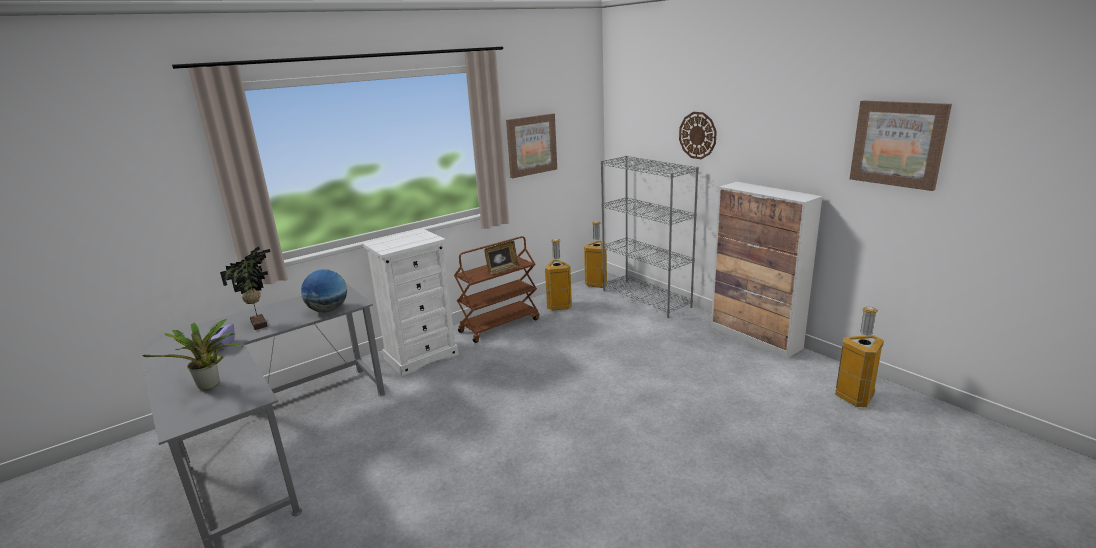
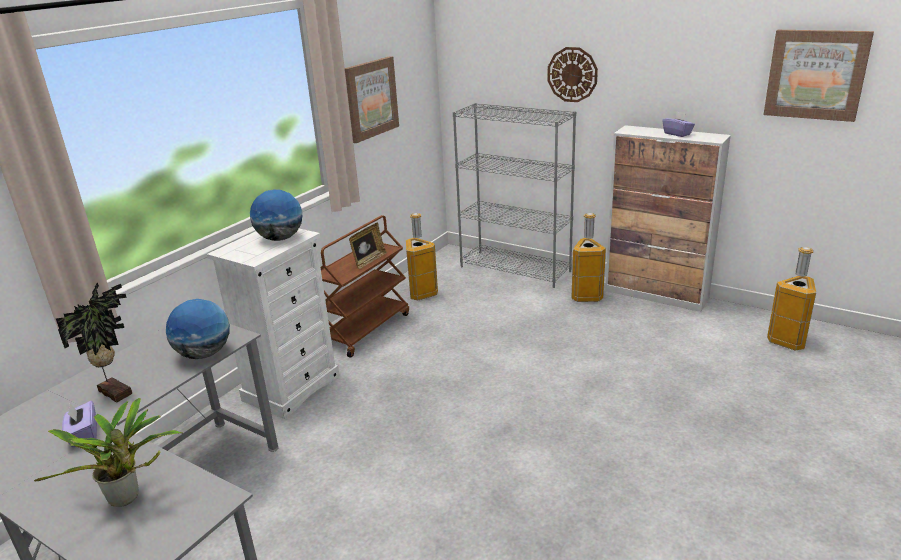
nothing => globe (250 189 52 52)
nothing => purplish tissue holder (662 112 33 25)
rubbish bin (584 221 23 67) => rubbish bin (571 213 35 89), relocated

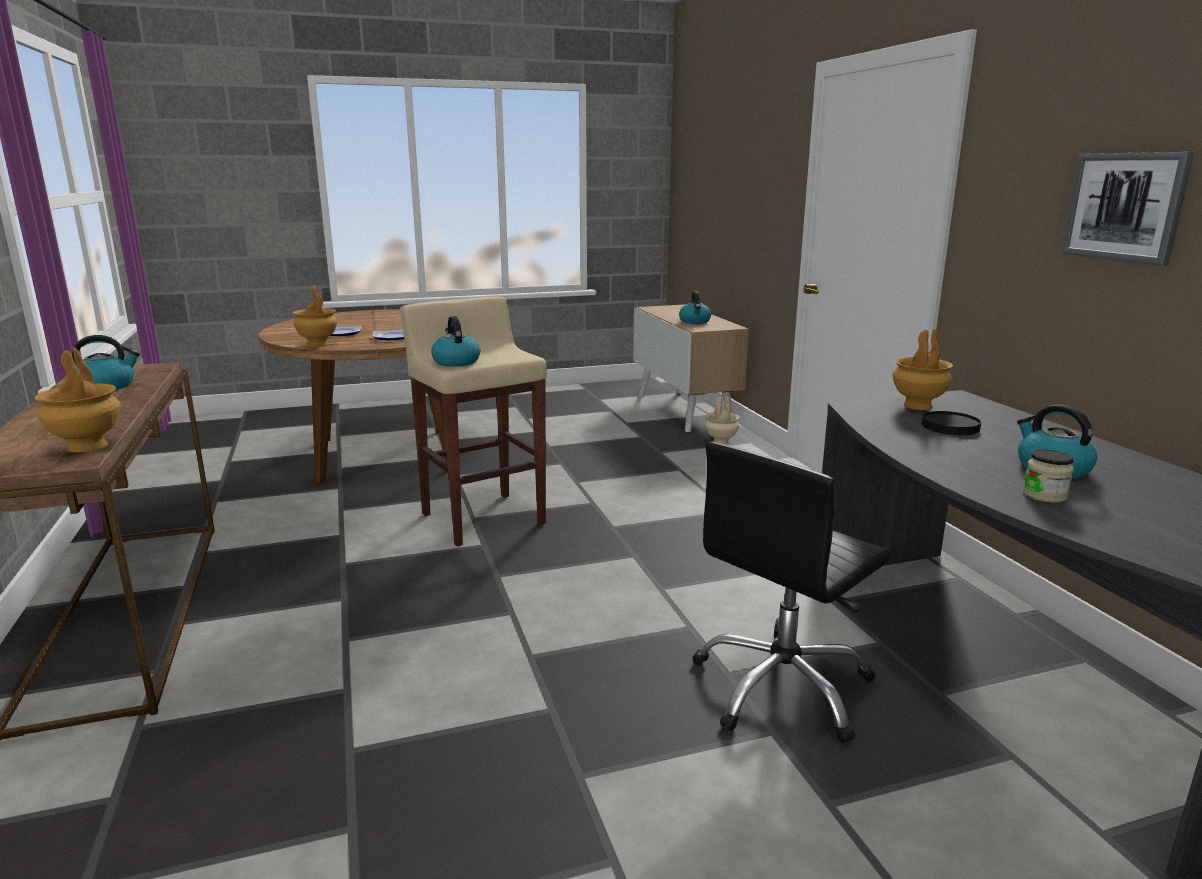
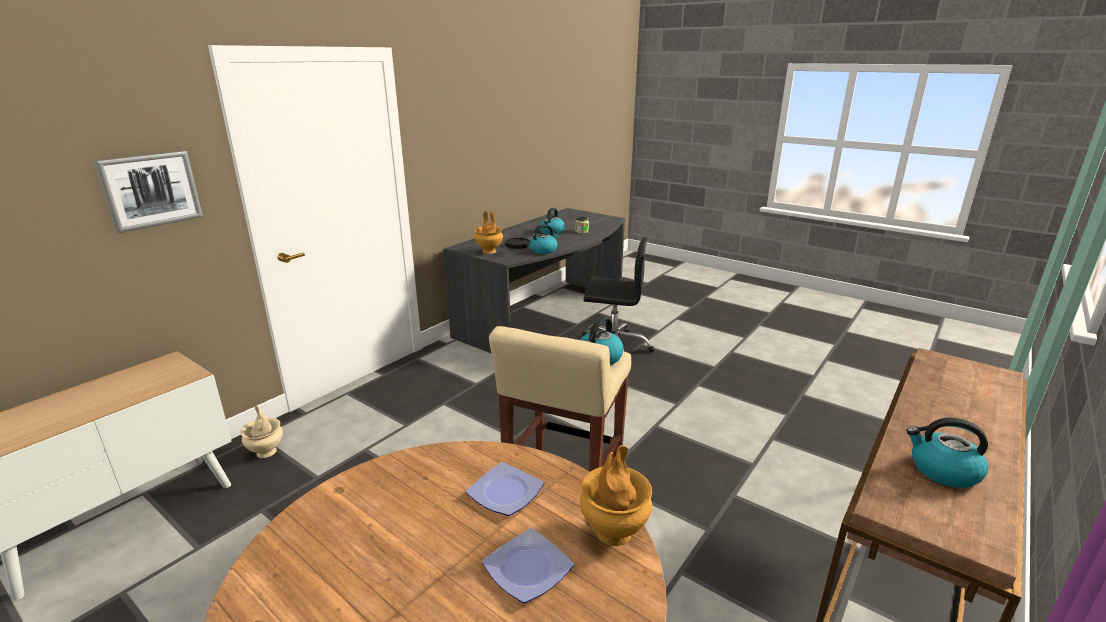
brown-coloured decorative vase (35 347 86 105) => nothing
tea kettle (679 291 32 33) => tea kettle (529 224 30 30), relocated
wall picture (1061 152 133 114) => wall picture (94 151 109 82), relocated

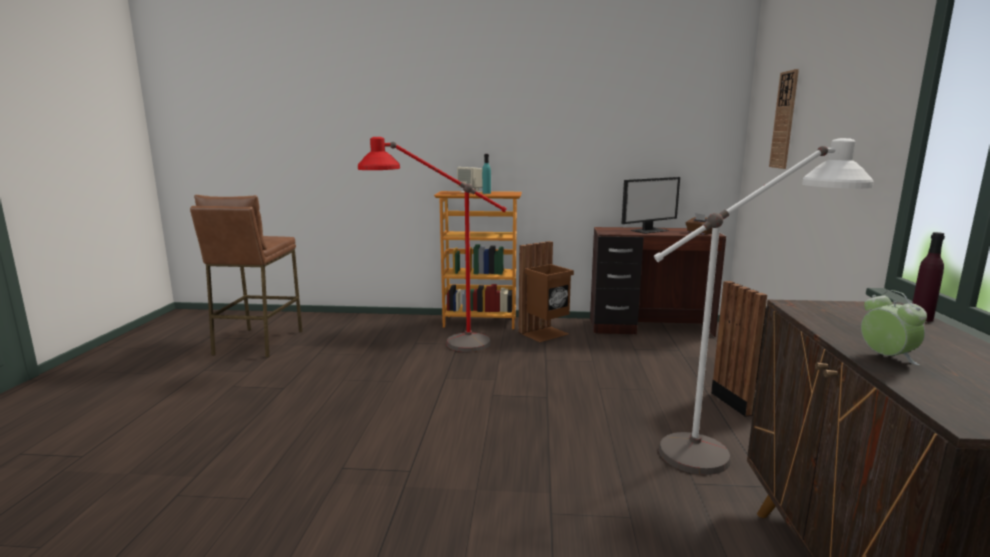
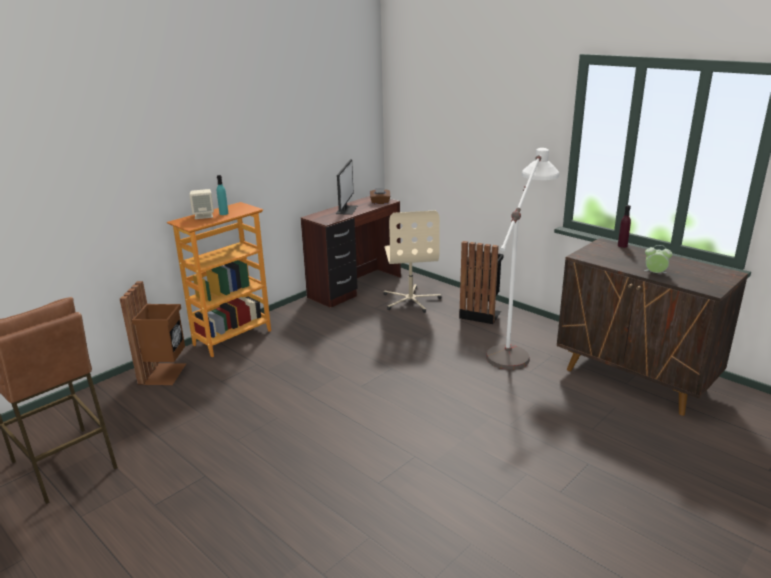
red-coloured standing lamp (358 137 149 215) => nothing
wall clock (769 69 30 100) => nothing
nothing => beige office chair (384 211 57 102)
brown-coloured rubbish bin (518 241 56 101) => brown-coloured rubbish bin (120 281 66 104), relocated

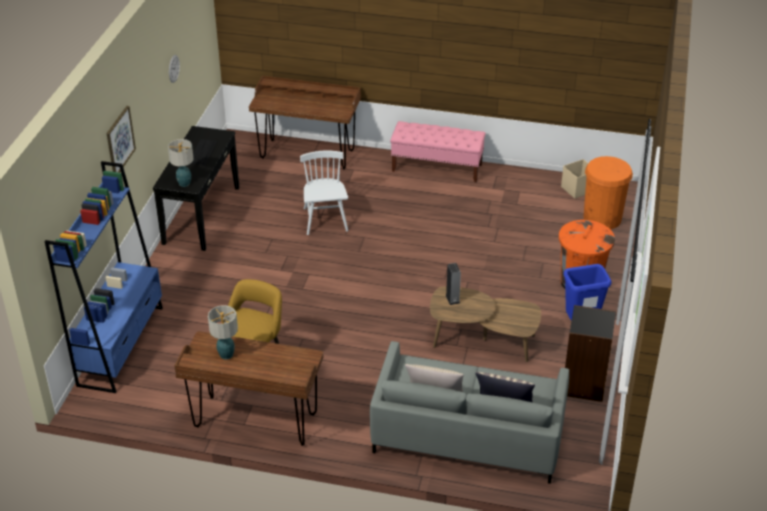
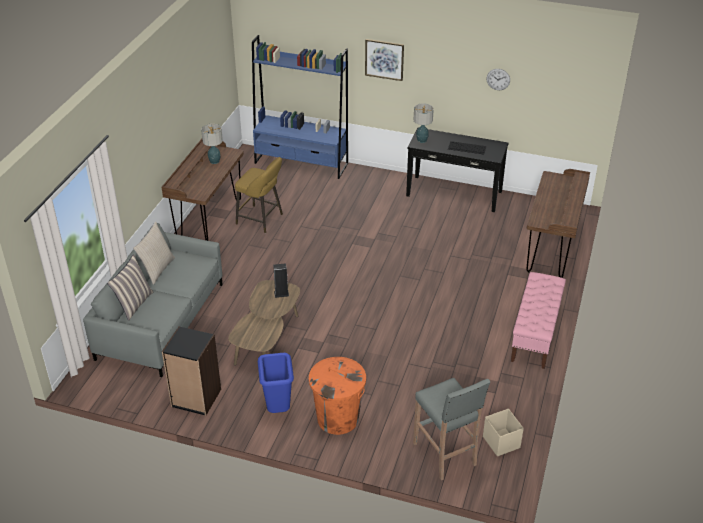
whitish plain chair (300 151 48 84) => nothing
orange rubbish bin (583 156 50 74) => greyish sitting stool (413 378 77 102)

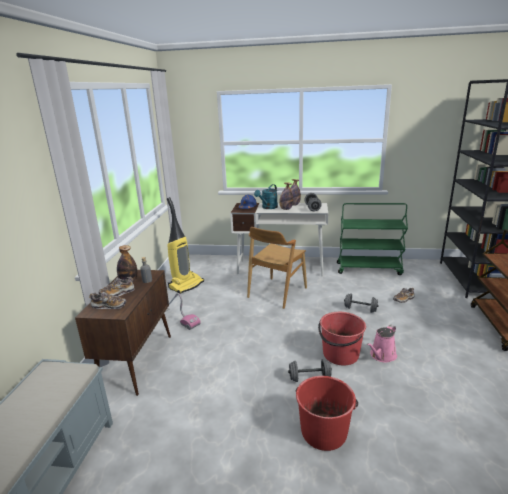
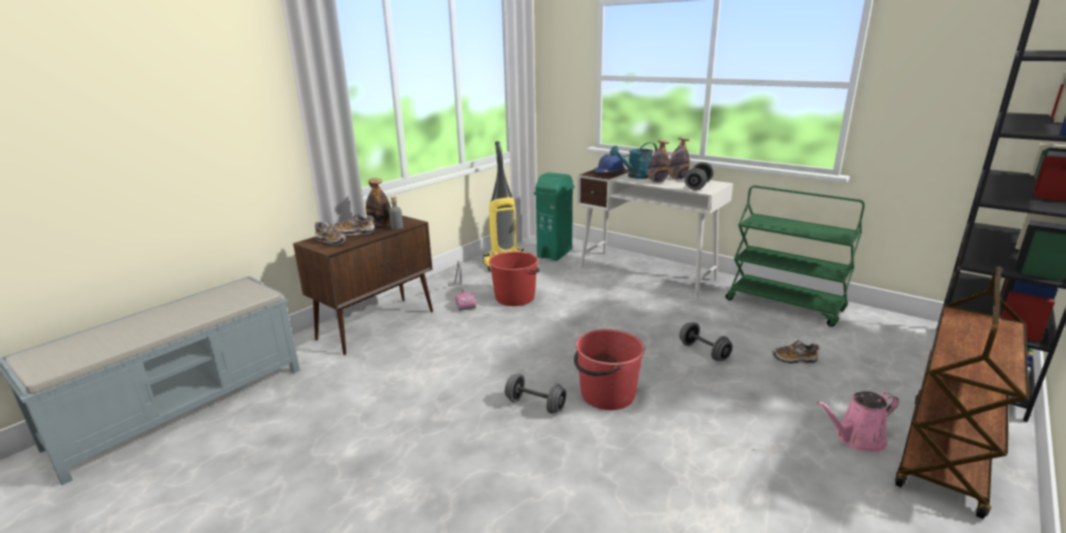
brown-coloured plain chair (247 227 60 82) => nothing
nothing => greenish rubbish bin (534 172 40 89)
red-coloured water bucket (295 376 63 75) => red-coloured water bucket (489 251 51 55), relocated
pinkish watering pot (367 325 30 38) => pinkish watering pot (817 391 82 61), relocated

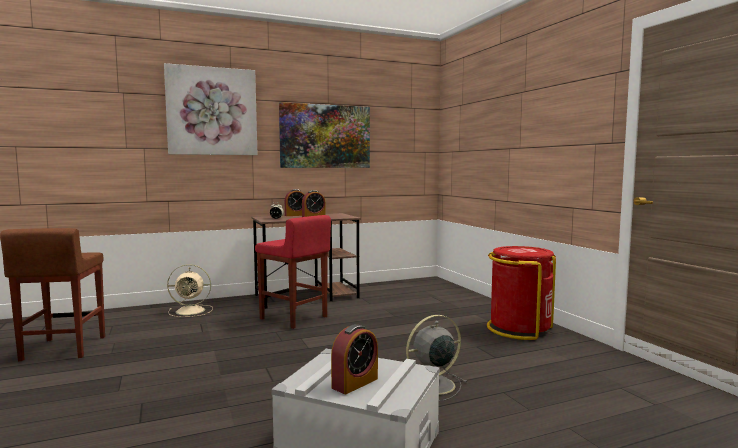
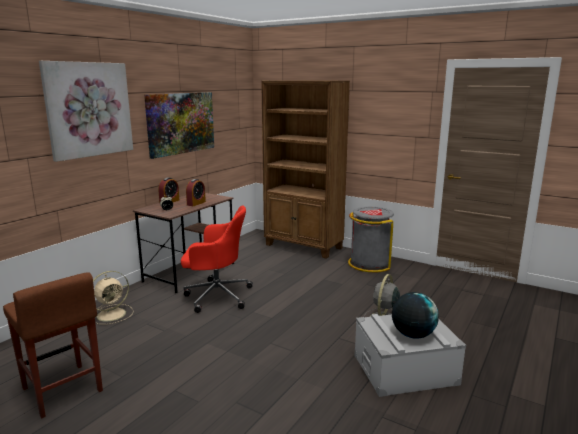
nothing => brown-coloured bookshelf (261 80 89 179)
red-coloured sitting stool (255 215 76 114) => red-coloured office chair (181 205 72 108)
alarm clock (331 324 47 70) => globe (392 292 47 47)
red-coloured rubbish bin (487 246 69 94) => greyish rubbish bin (348 207 46 66)

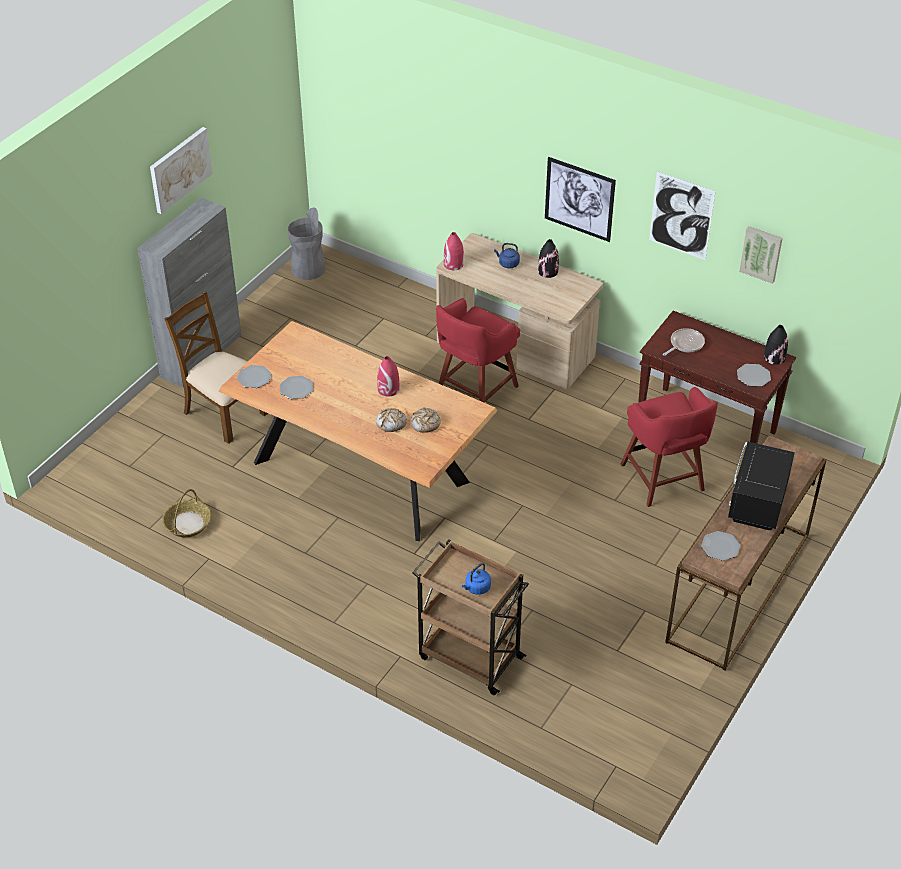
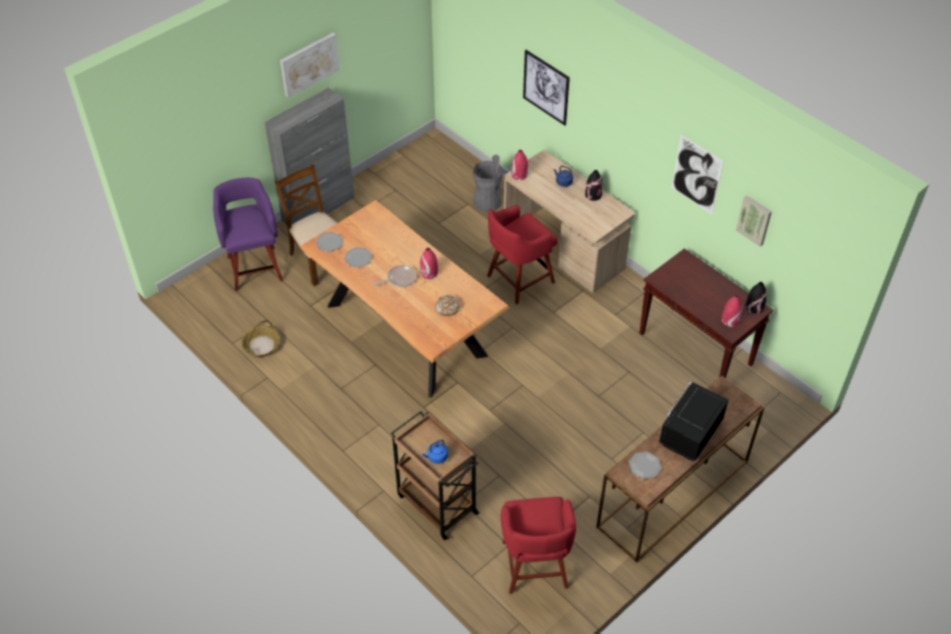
bread (376 408 31 24) => nothing
nothing => purplish sitting stool (213 178 70 113)
greyish rubbish bin (288 208 37 72) => greyish rubbish bin (473 155 30 57), relocated
wall picture (545 157 71 85) => wall picture (523 50 47 76), relocated
red-coloured sitting stool (620 387 98 120) => red-coloured sitting stool (501 497 75 97), relocated
skillet (663 328 42 28) => skillet (374 265 42 22), relocated
flat dish (737 364 34 22) => red-coloured decorative vase (722 295 21 32)

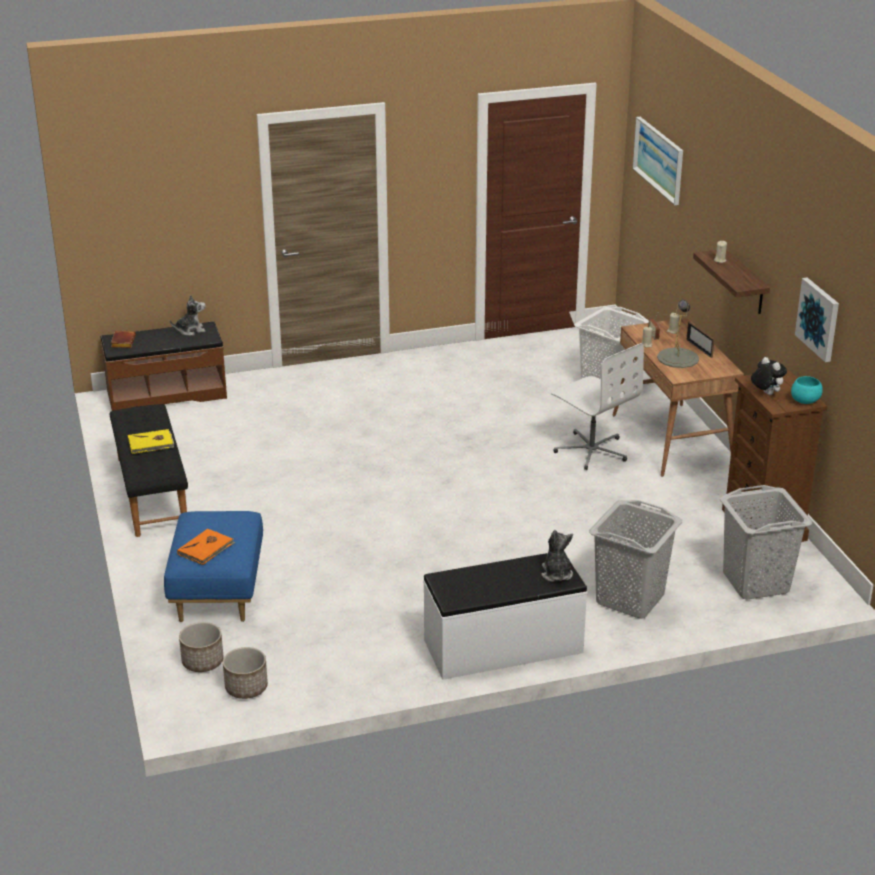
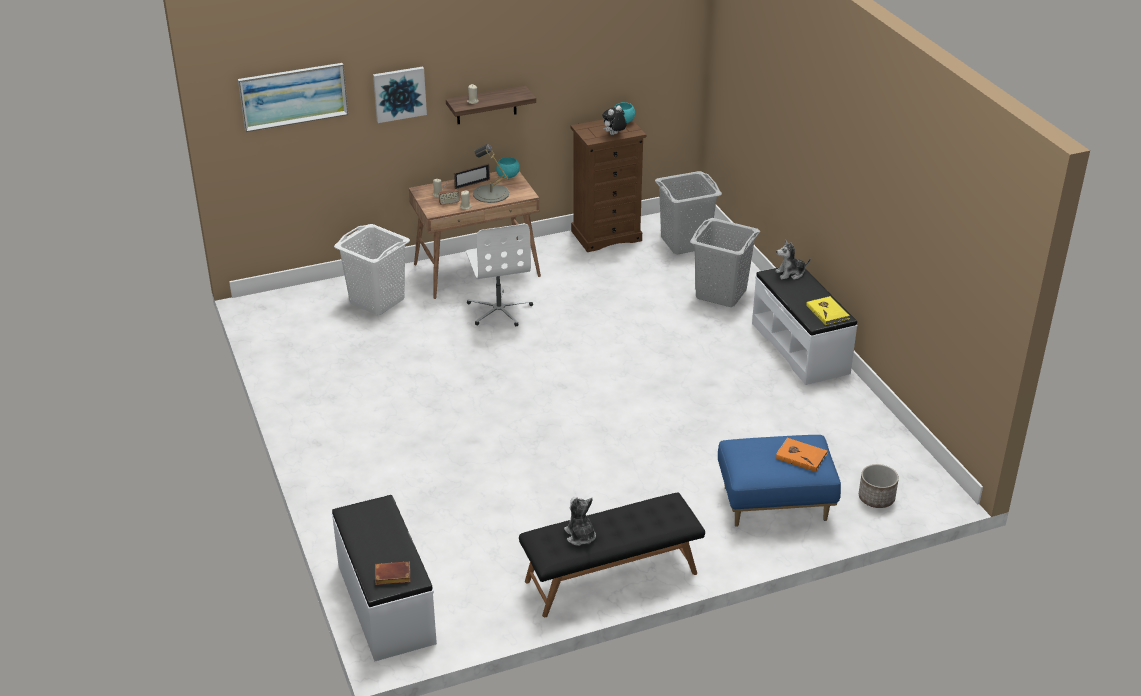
plant pot (223 647 45 52) => nothing
nothing => turquoise-coloured serving bowl (496 157 24 21)
yellowish book (128 429 46 25) => yellowish book (806 296 44 29), relocated
soft toy (170 295 36 41) => soft toy (564 497 32 49), relocated
wall picture (795 278 44 84) => wall picture (373 67 54 56), relocated
brown-coloured long seat (100 321 127 90) => whitish long seat (332 495 105 166)
whitish office chair (551 343 93 127) => whitish office chair (466 224 67 103), 120 degrees clockwise

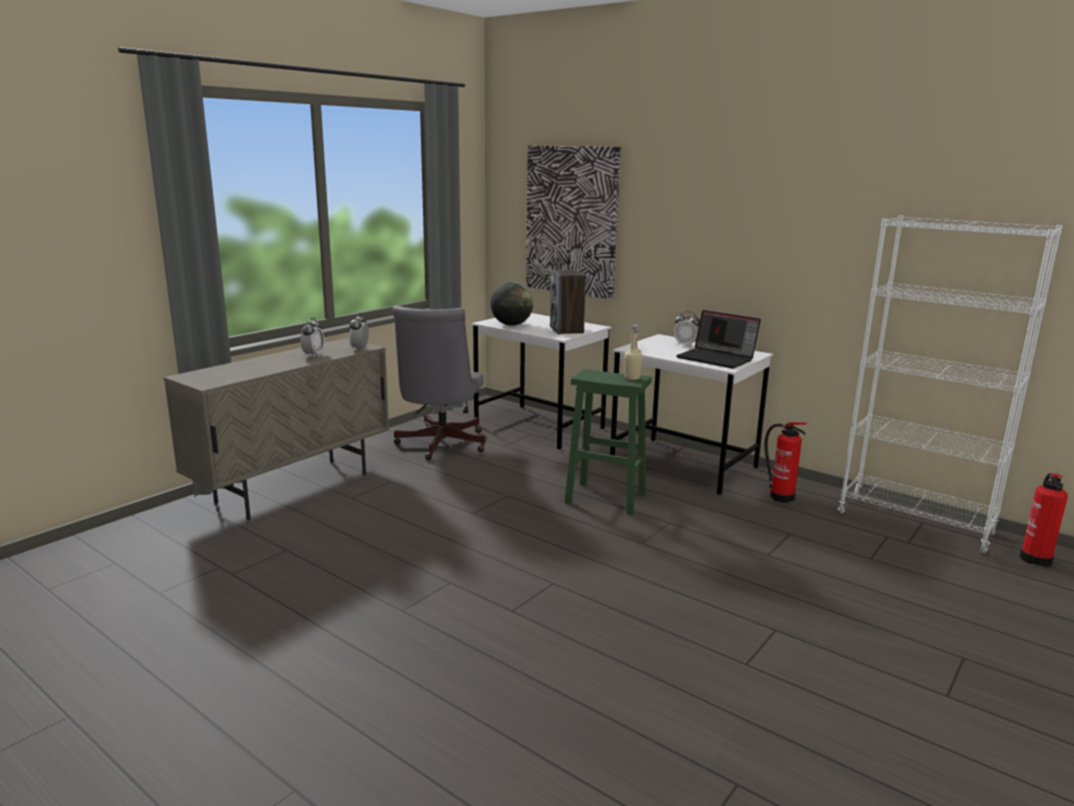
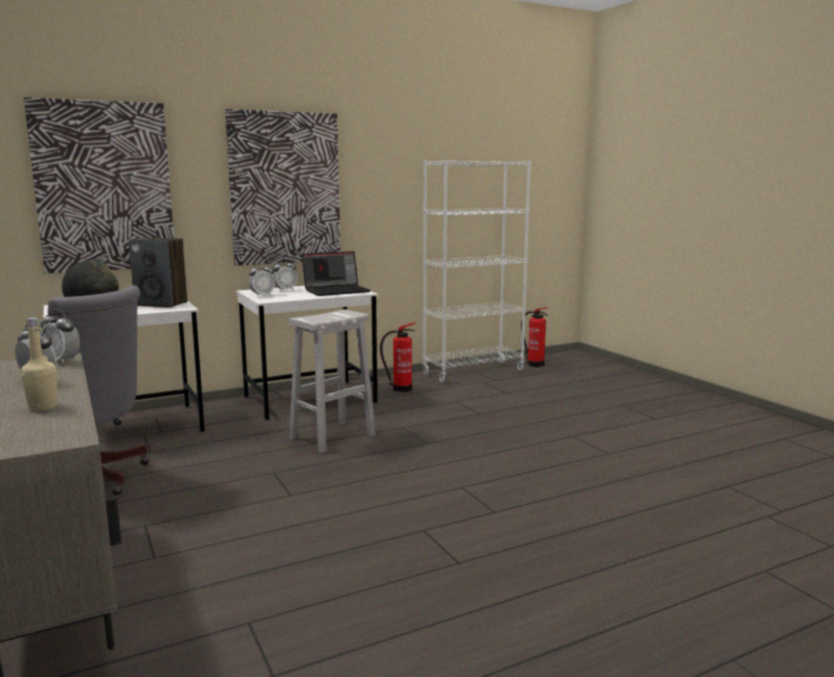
nothing => wall picture (225 109 116 157)
nothing => alarm clock (249 262 26 35)
beige beverage bottle (624 325 19 55) => beige beverage bottle (21 317 36 94), relocated
greenish sitting stool (564 369 88 146) => whitish sitting stool (289 309 87 144)

